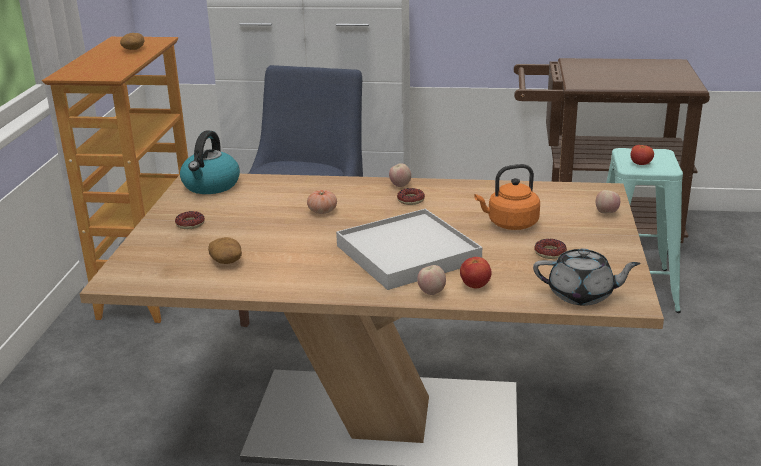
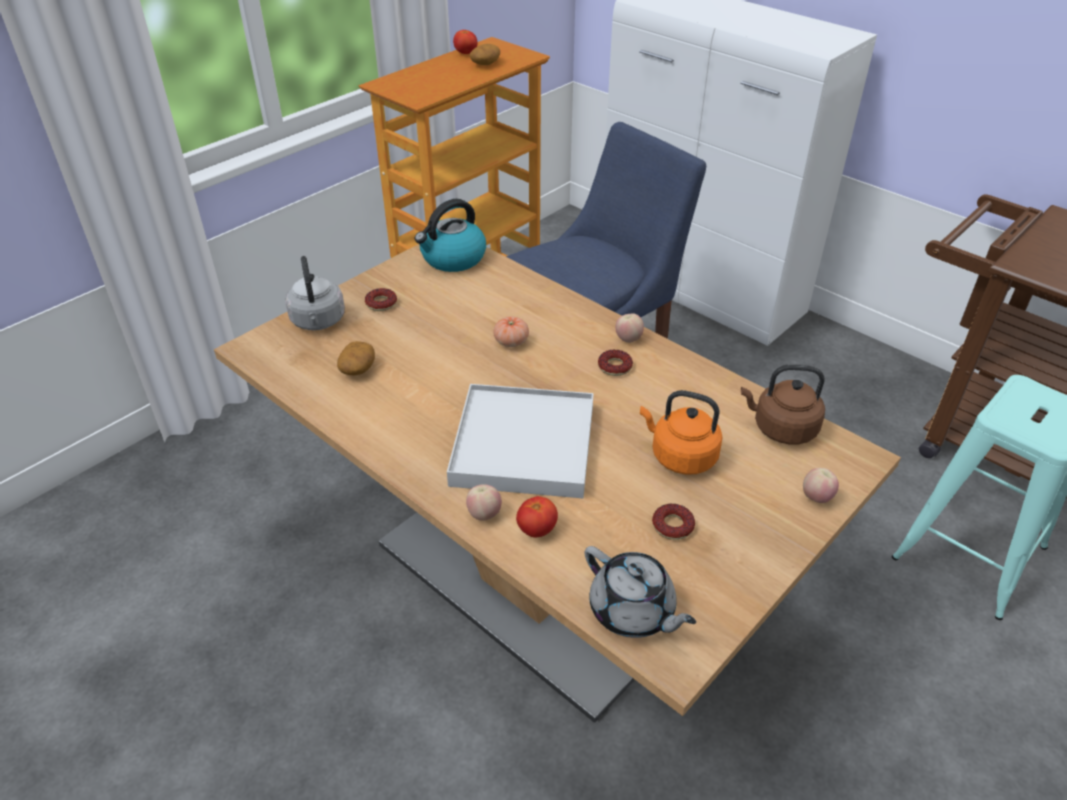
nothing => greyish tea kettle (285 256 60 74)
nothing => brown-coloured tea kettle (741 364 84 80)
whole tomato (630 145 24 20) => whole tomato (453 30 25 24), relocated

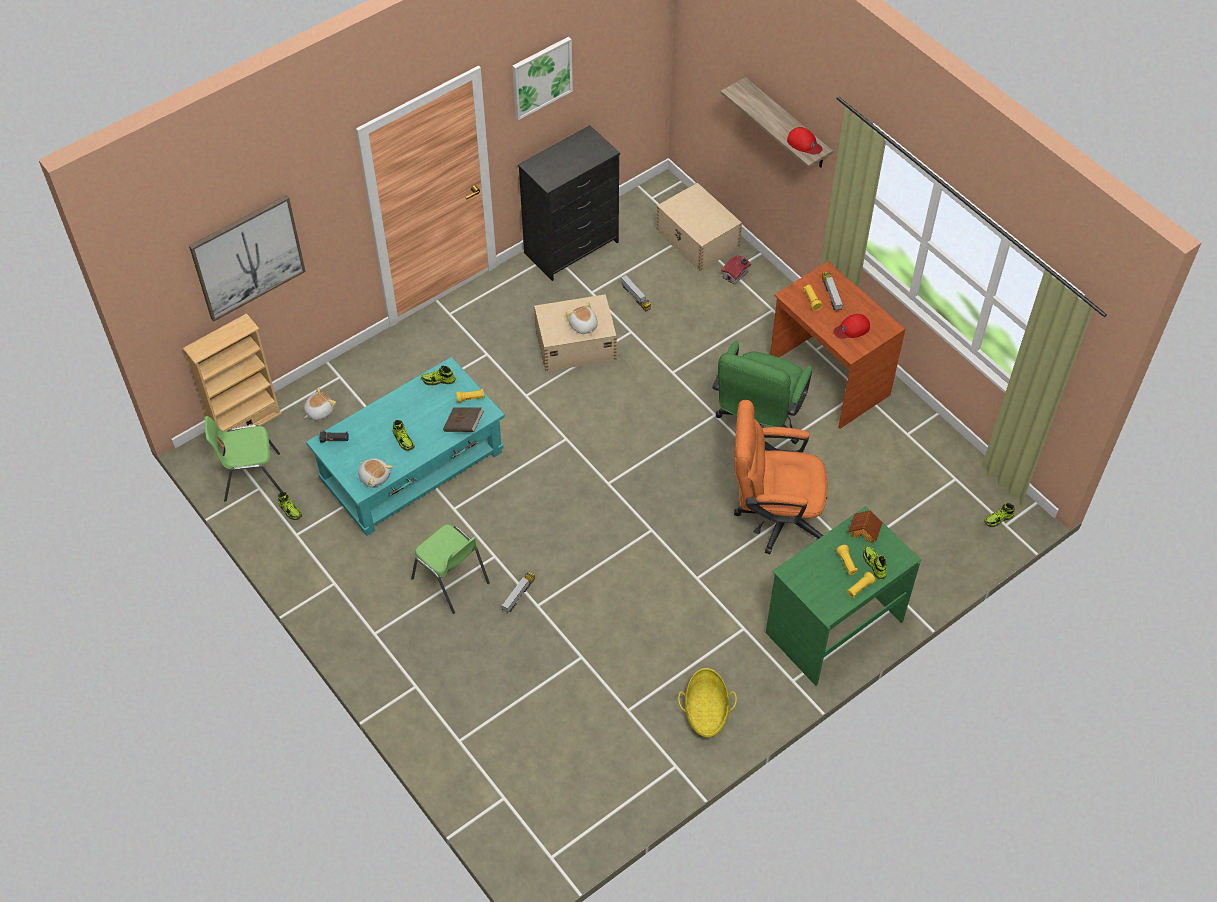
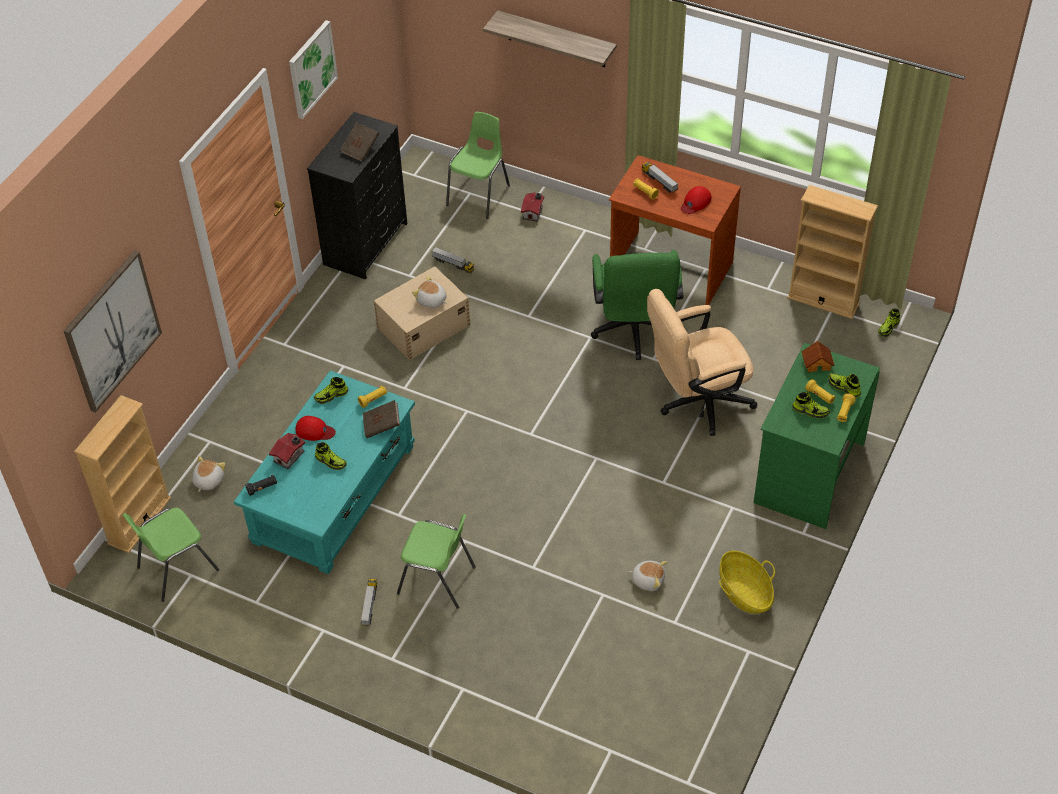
nothing => toy house (269 433 36 36)
nothing => brown-coloured book (340 122 39 40)
nothing => beige bookshelf (787 185 91 134)
item of footwear (278 492 24 28) => item of footwear (792 392 38 26), relocated
soft toy (358 458 35 30) => soft toy (628 561 39 30), relocated
model truck (502 571 33 42) => model truck (361 579 16 47), relocated
red-coloured cap (787 127 35 28) => red-coloured cap (296 416 40 25), relocated
beige storage box (656 182 86 89) => greenish plain chair (446 112 64 107)
orange office chair (734 400 93 154) => beige office chair (647 289 110 147)

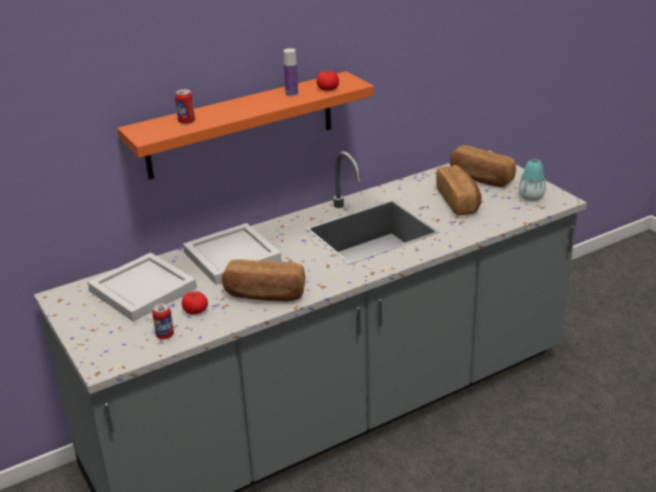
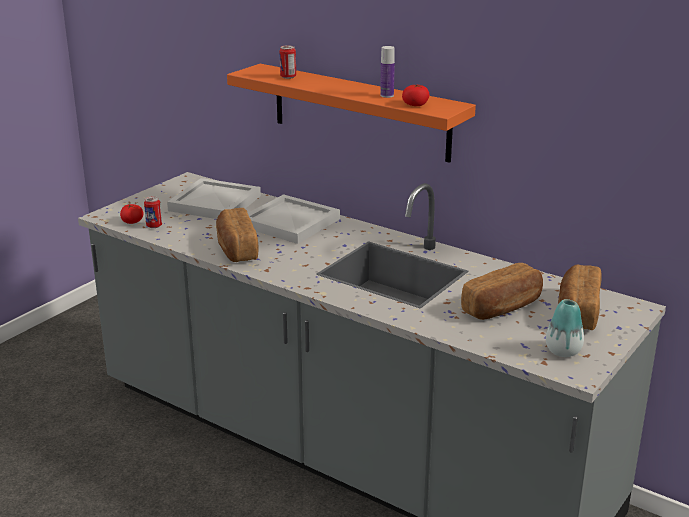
whole tomato (182 291 26 24) => whole tomato (120 204 23 20), relocated

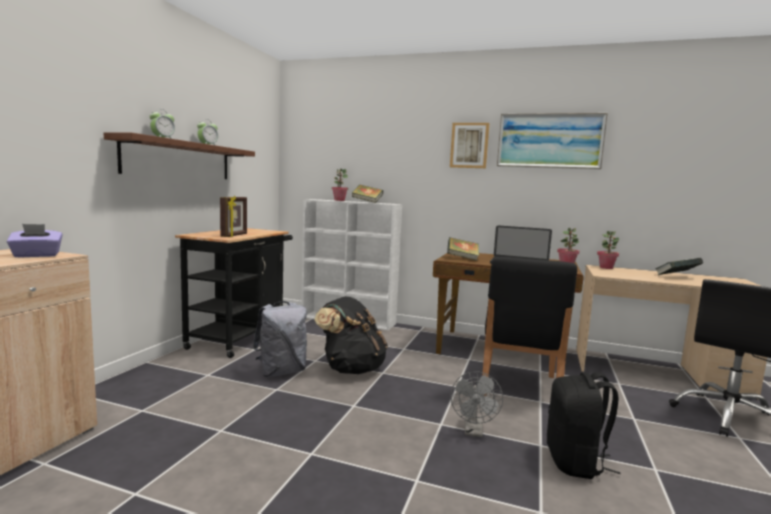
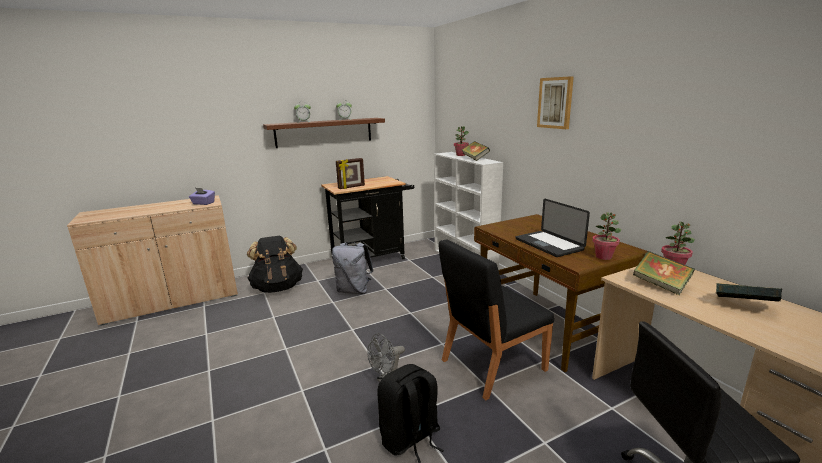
wall picture (497 113 111 56) => nothing
blackish rucksack (314 296 74 78) => blackish rucksack (247 236 56 57), relocated
book (447 238 32 23) => book (633 251 62 44), relocated

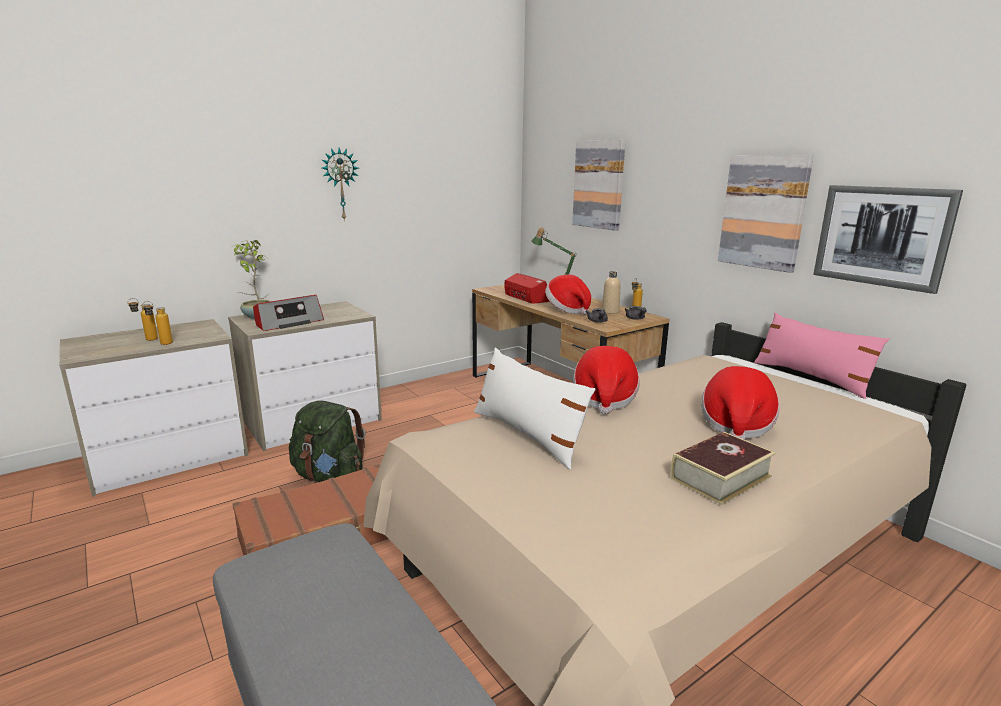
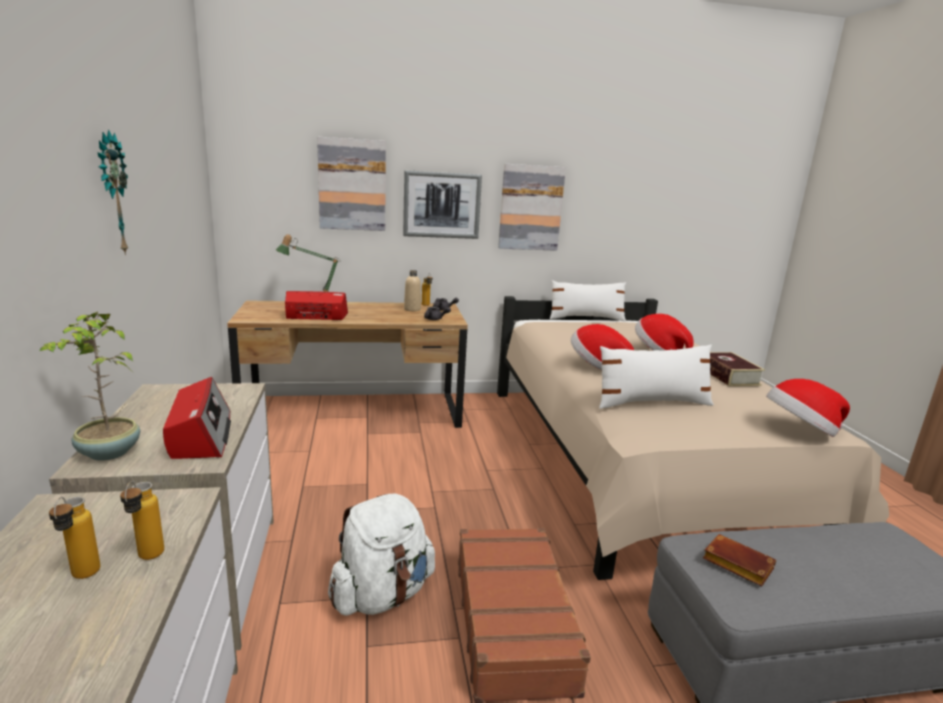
nothing => brown-coloured book (702 534 74 53)
clothing hat (545 275 46 40) => clothing hat (766 379 84 58), relocated
wall picture (813 185 150 109) => wall picture (403 170 79 69), relocated
greenish rucksack (289 401 76 81) => whitish rucksack (328 494 107 122)
pinkish cushion (754 313 135 86) => whitish cushion (550 280 76 41)

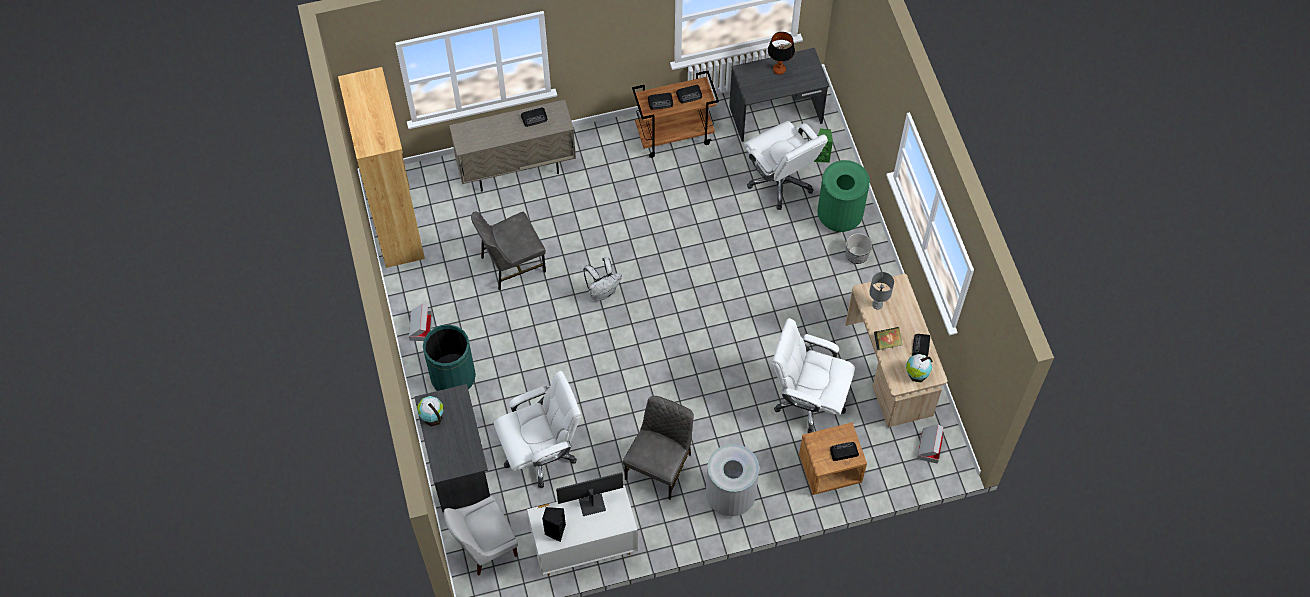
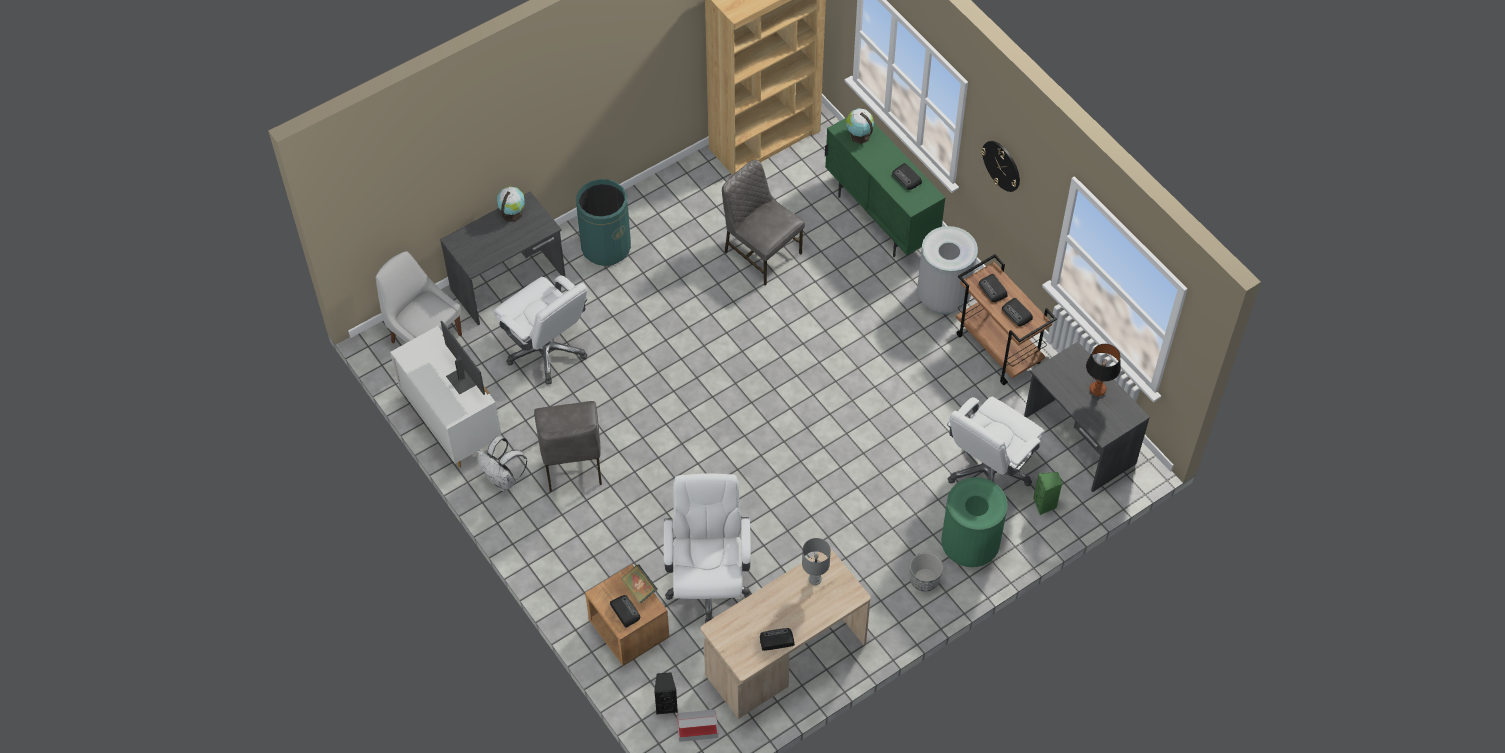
cardboard box (409 304 23 37) => nothing
nothing => wall clock (981 141 39 51)
blackish audio speaker (542 507 24 35) => blackish audio speaker (654 673 24 42), relocated
whitish rucksack (583 257 39 44) => whitish rucksack (477 436 50 55), relocated
greyish rubbish bin (706 444 53 72) => greyish rubbish bin (917 226 61 88), relocated
book (874 327 28 23) => book (621 565 36 38), relocated
globe (906 354 26 29) => globe (846 108 28 36), relocated
beige cupboard (449 100 127 91) => greenish cupboard (825 117 121 140)
greyish plain chair (623 396 71 104) => greyish plain chair (534 401 68 91), 75 degrees clockwise

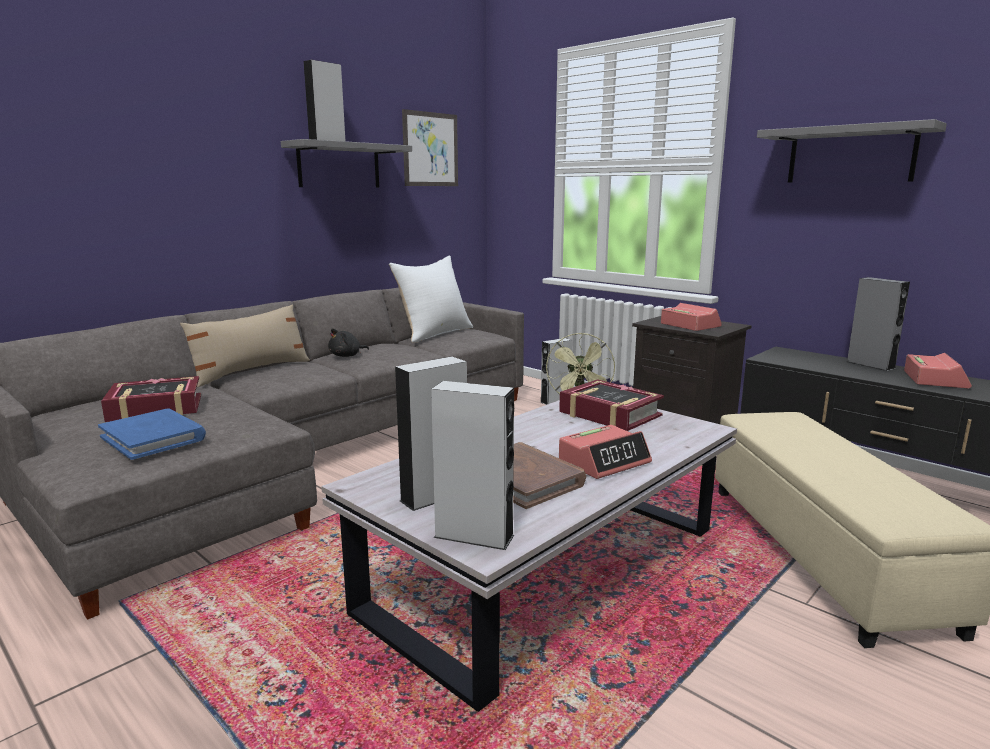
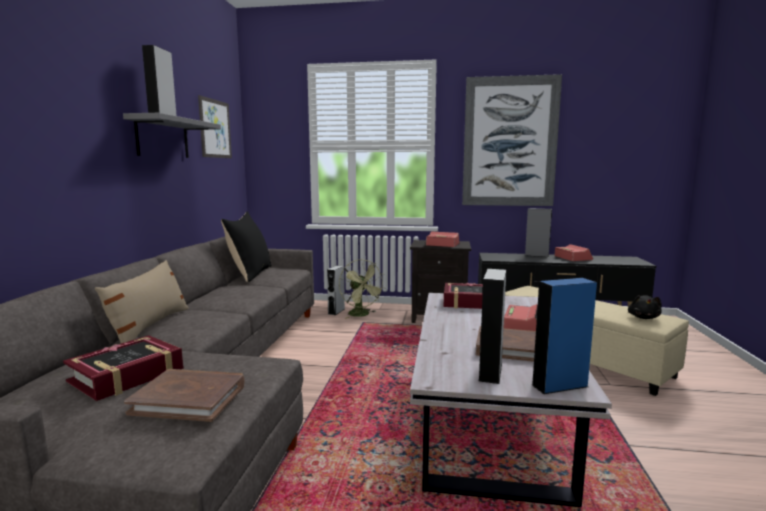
blackish soft toy (328 329 41 28) => blackish soft toy (628 295 34 24), relocated
greyish bracket shelf (757 119 190 63) => wall picture (462 74 100 132)
blue-coloured book (98 408 108 52) => brown-coloured book (124 369 121 53)
whitish cushion (389 255 84 88) => blackish cushion (221 212 50 70)
greyish audio speaker (431 381 83 169) => blue-coloured audio speaker (532 278 65 116)

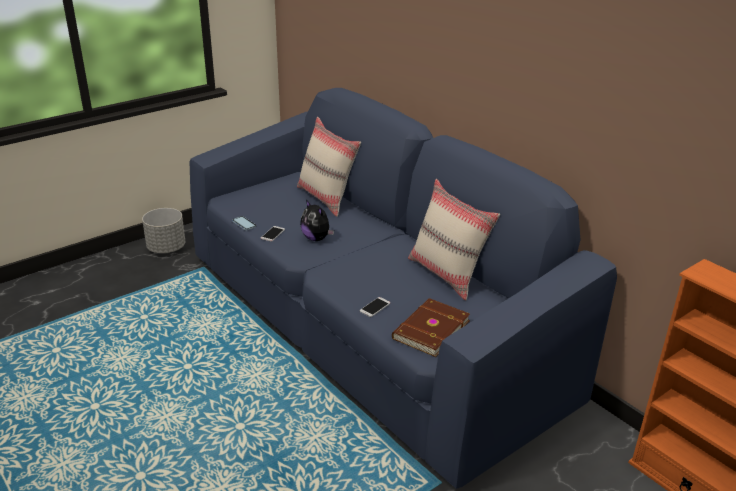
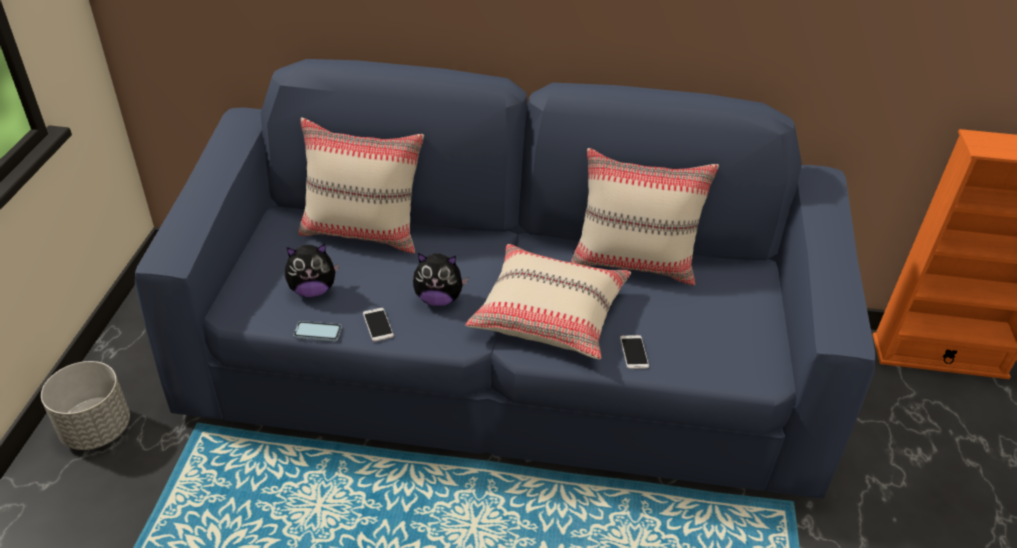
brown-coloured book (392 298 78 59) => nothing
nothing => soft toy (285 244 54 53)
nothing => beige cushion (465 244 166 115)

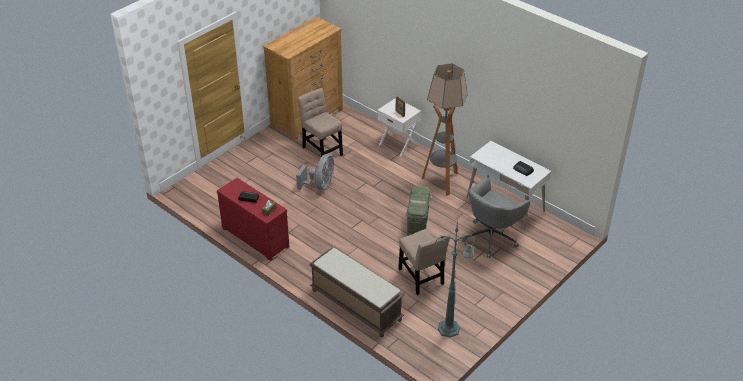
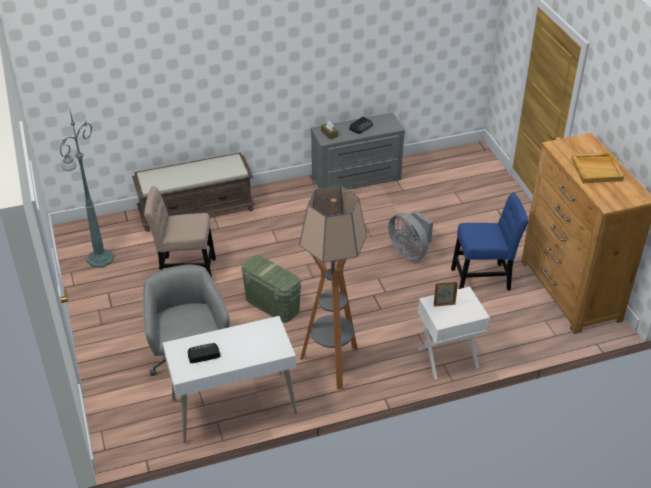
nothing => beige serving tray (571 153 53 30)
red-coloured dresser (217 178 72 83) => greyish dresser (311 113 94 77)
beige plain chair (297 88 46 69) => blue-coloured plain chair (451 193 77 97)

